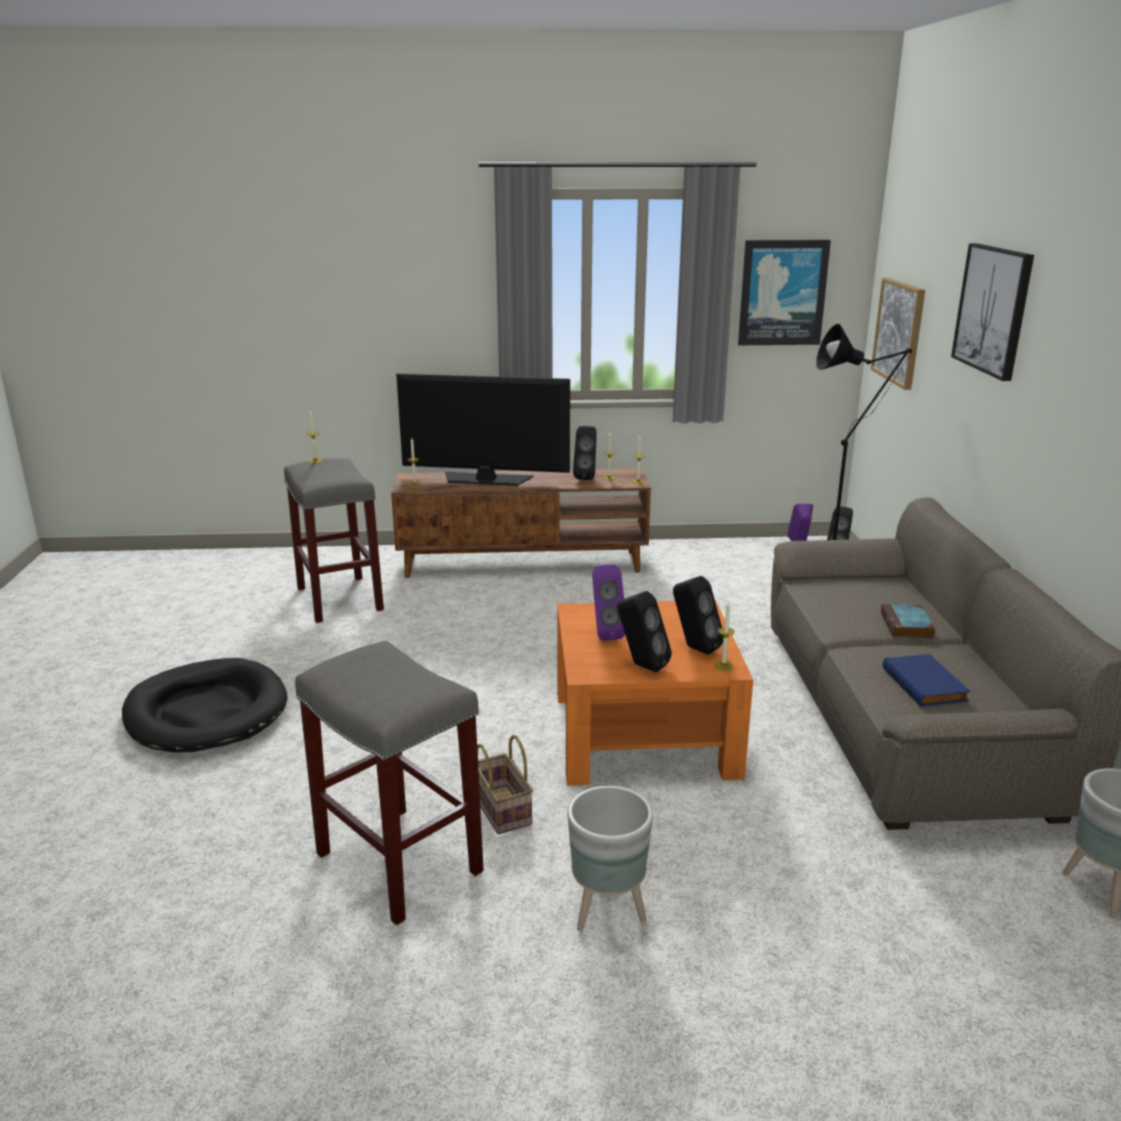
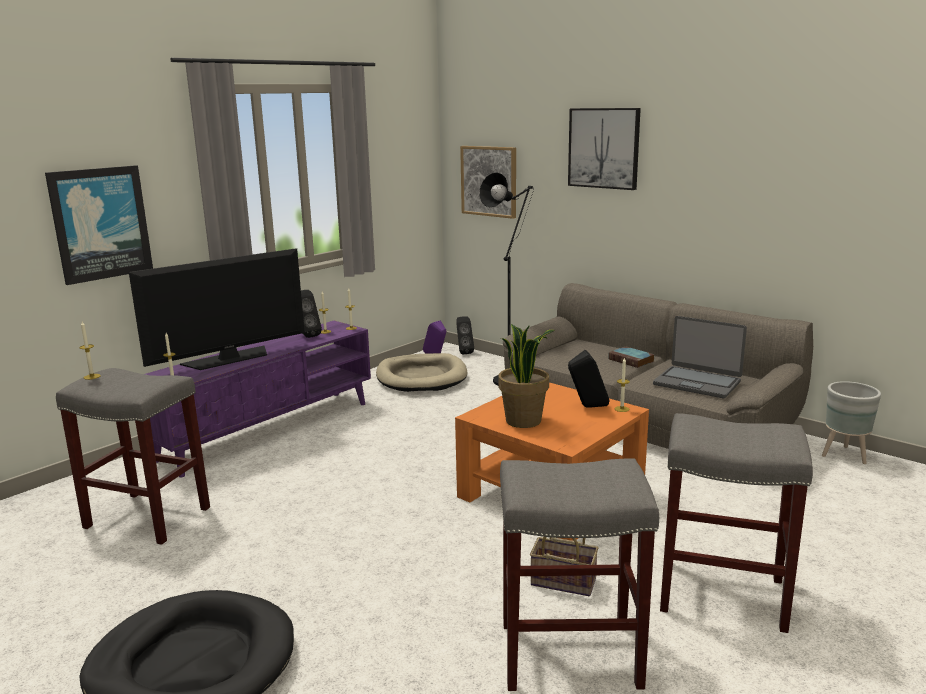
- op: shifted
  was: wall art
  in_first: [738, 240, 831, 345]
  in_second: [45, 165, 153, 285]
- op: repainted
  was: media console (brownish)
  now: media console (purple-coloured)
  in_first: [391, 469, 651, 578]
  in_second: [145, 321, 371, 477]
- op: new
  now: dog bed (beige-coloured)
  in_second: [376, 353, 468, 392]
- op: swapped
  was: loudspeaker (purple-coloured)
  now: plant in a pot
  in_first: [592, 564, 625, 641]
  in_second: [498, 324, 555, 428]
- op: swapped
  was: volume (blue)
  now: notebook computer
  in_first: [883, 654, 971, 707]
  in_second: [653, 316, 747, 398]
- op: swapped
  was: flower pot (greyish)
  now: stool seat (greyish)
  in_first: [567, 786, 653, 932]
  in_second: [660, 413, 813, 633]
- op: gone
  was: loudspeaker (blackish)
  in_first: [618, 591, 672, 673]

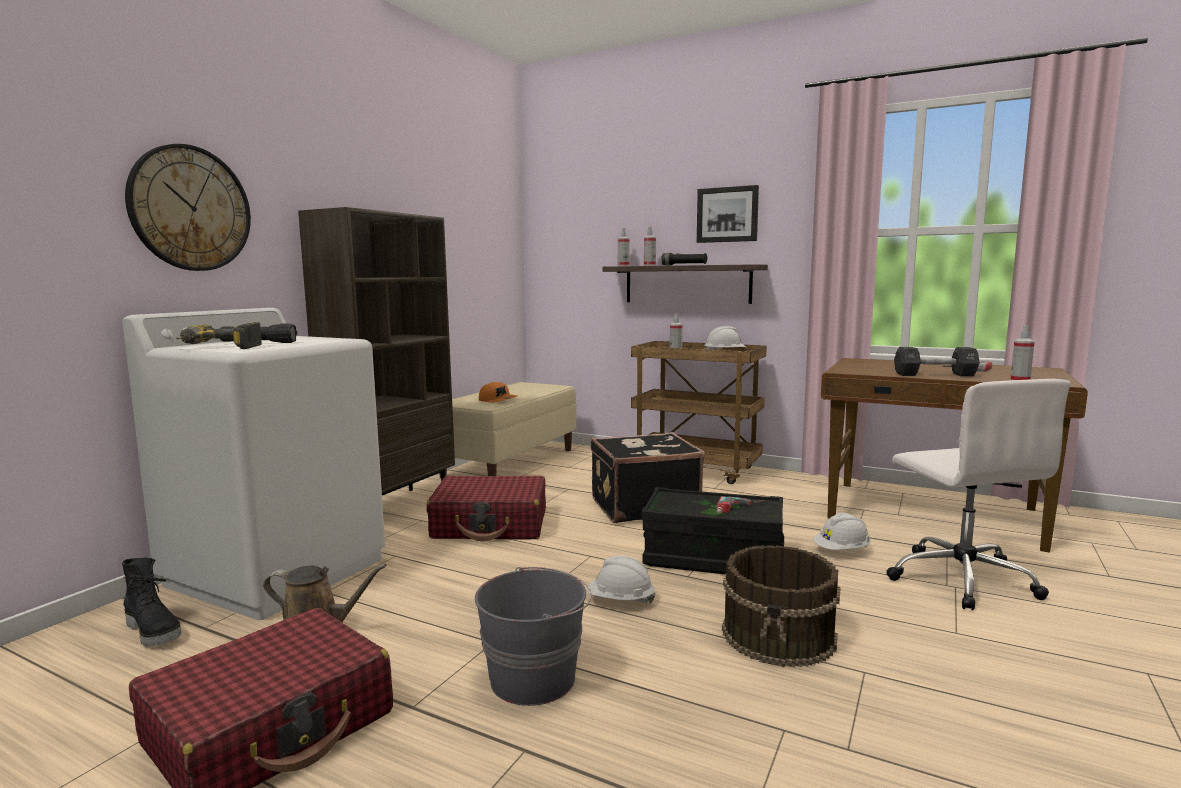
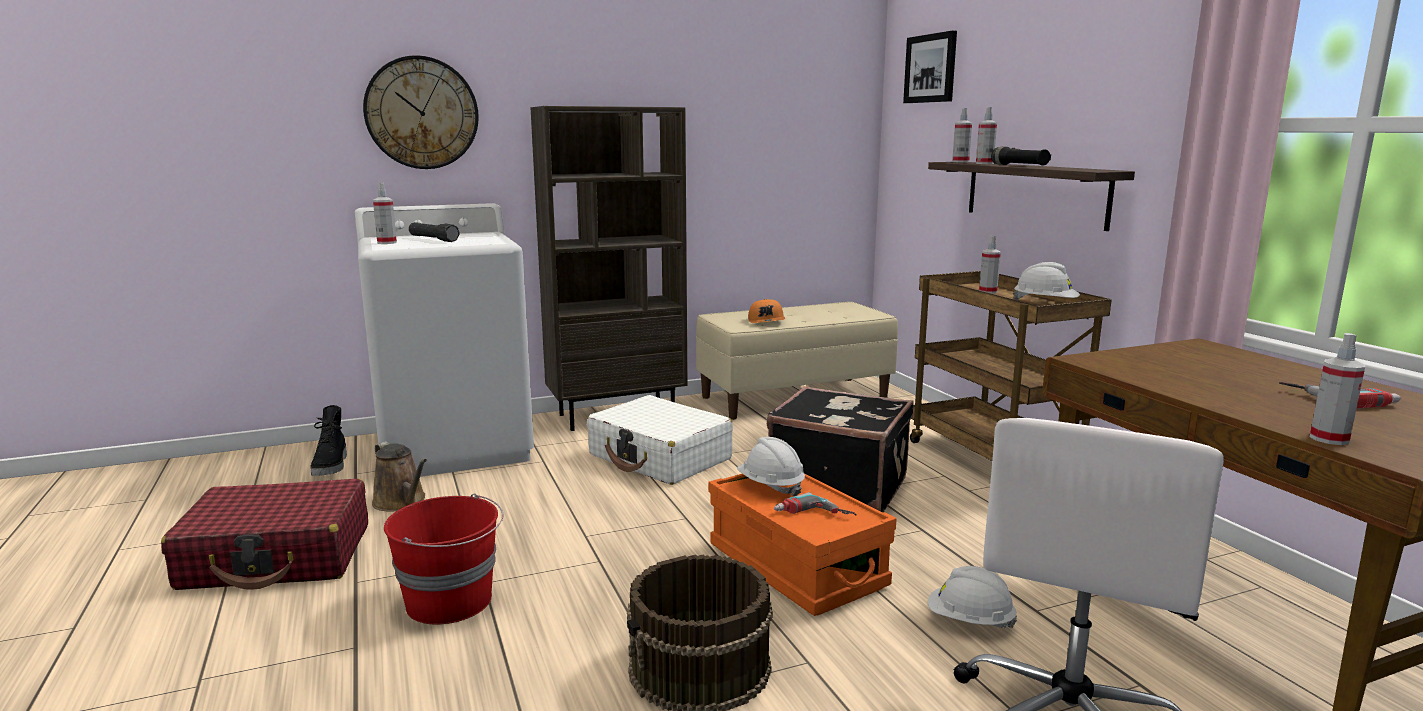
- op: swapped
  was: drill
  now: hand sprayer
  in_first: [176, 322, 262, 349]
  in_second: [373, 183, 397, 244]
- op: repainted
  was: pail (greyish)
  now: pail (red-coloured)
  in_first: [475, 567, 592, 706]
  in_second: [384, 494, 503, 625]
- op: repainted
  was: travel case (red-coloured)
  now: travel case (white-coloured)
  in_first: [426, 476, 546, 541]
  in_second: [587, 395, 733, 485]
- op: repainted
  was: storage container (blackish)
  now: storage container (orange-coloured)
  in_first: [641, 487, 784, 575]
  in_second: [708, 473, 897, 616]
- op: shifted
  was: hard hat (white-coloured)
  in_first: [587, 556, 656, 603]
  in_second: [737, 437, 805, 496]
- op: shifted
  was: wall art
  in_first: [697, 185, 759, 243]
  in_second: [903, 30, 957, 103]
- op: gone
  was: hand weight (blackish)
  in_first: [894, 347, 980, 377]

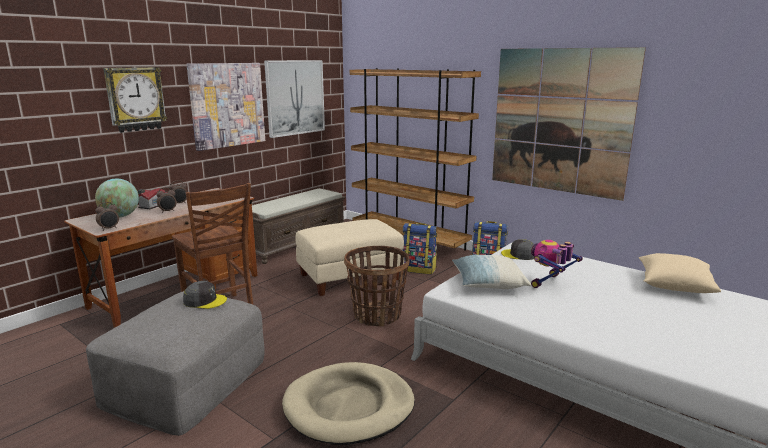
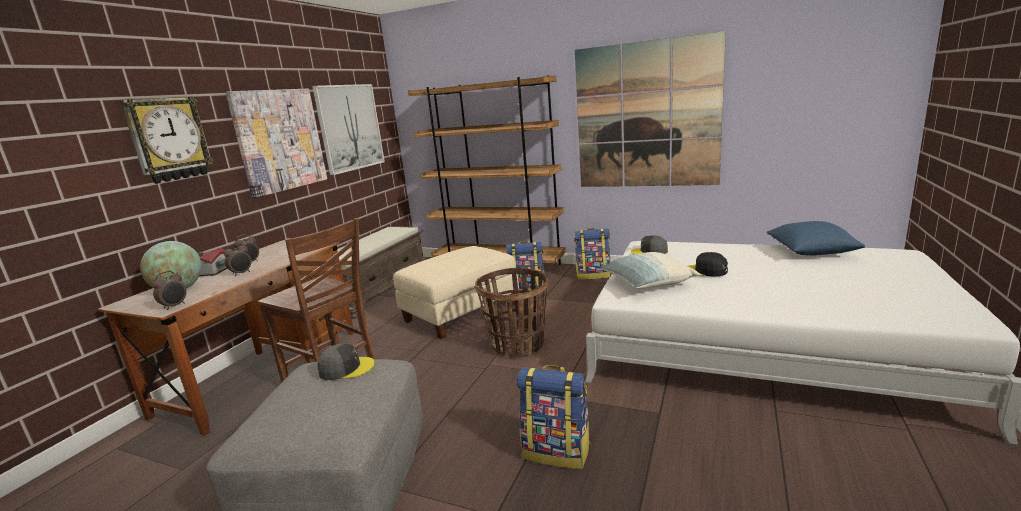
- op: swapped
  was: dog bed (beige-coloured)
  now: knapsack
  in_first: [282, 362, 415, 445]
  in_second: [517, 365, 591, 469]
- op: swapped
  was: robot figure
  now: peaked cap (blackish)
  in_first: [531, 240, 583, 288]
  in_second: [689, 252, 728, 276]
- op: repainted
  was: pillow (beige-coloured)
  now: pillow (blue)
  in_first: [639, 253, 721, 293]
  in_second: [767, 221, 865, 256]

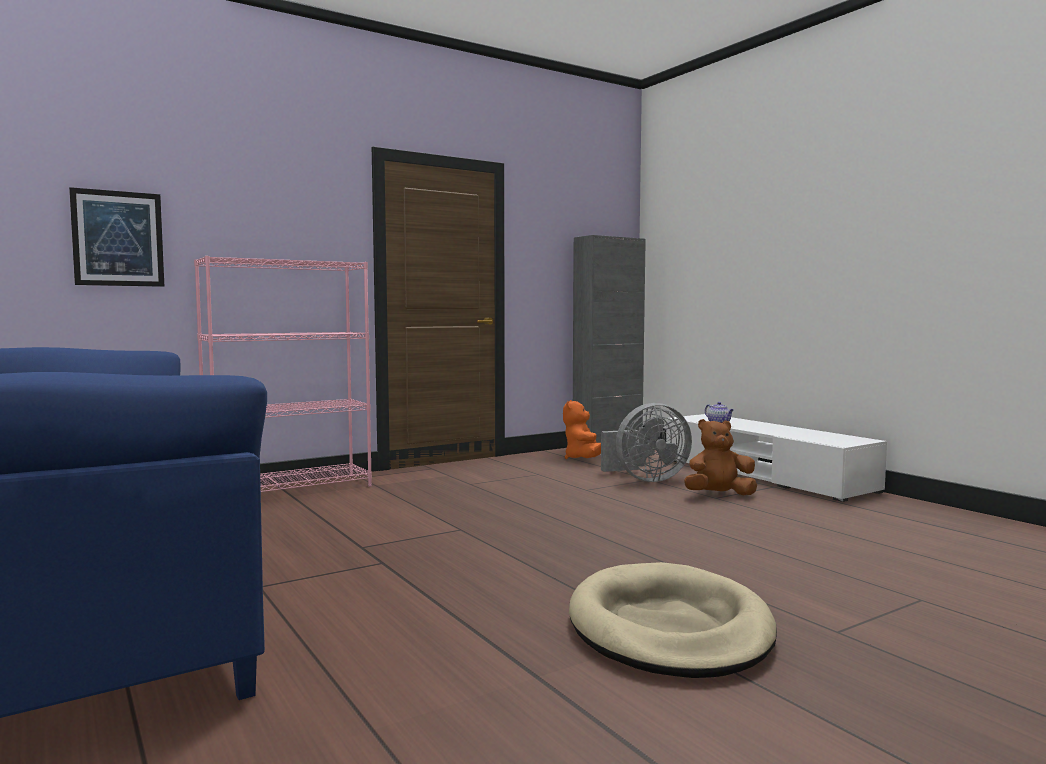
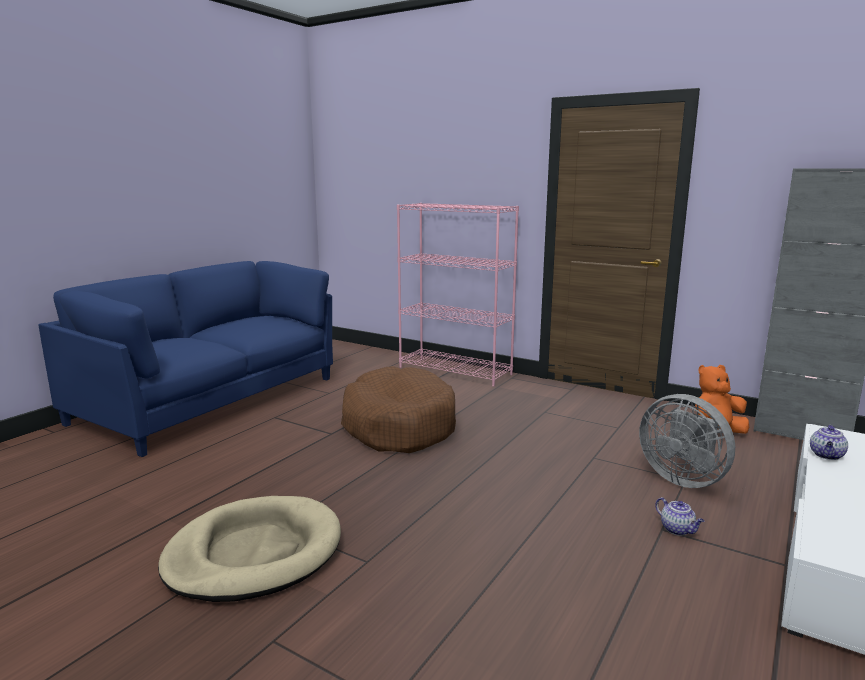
- op: new
  now: dog bed (brownish)
  in_second: [341, 366, 456, 453]
- op: swapped
  was: cuddly toy (brownish)
  now: teapot
  in_first: [684, 419, 757, 495]
  in_second: [655, 497, 704, 535]
- op: gone
  was: wall art
  in_first: [69, 187, 164, 287]

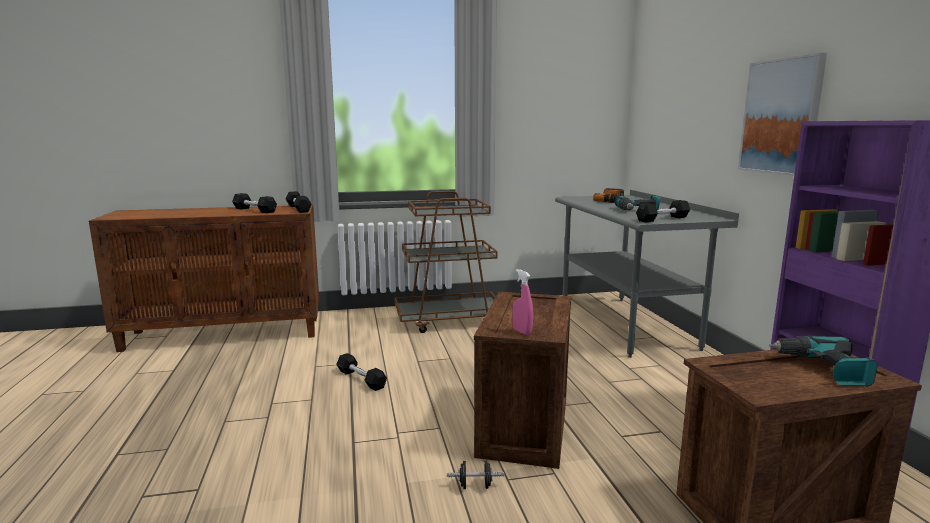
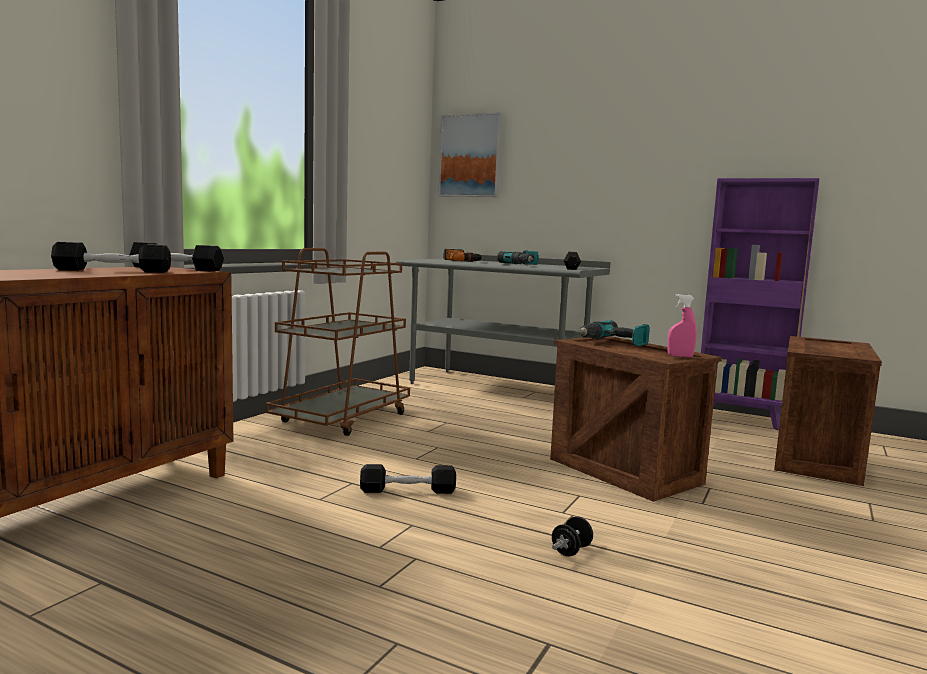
- op: shifted
  was: wall art
  in_first: [738, 53, 827, 176]
  in_second: [438, 112, 502, 197]
- op: shifted
  was: hand weight (blackish)
  in_first: [447, 461, 504, 489]
  in_second: [552, 516, 593, 556]
- op: shifted
  was: drill
  in_first: [769, 336, 877, 387]
  in_second: [579, 320, 650, 346]

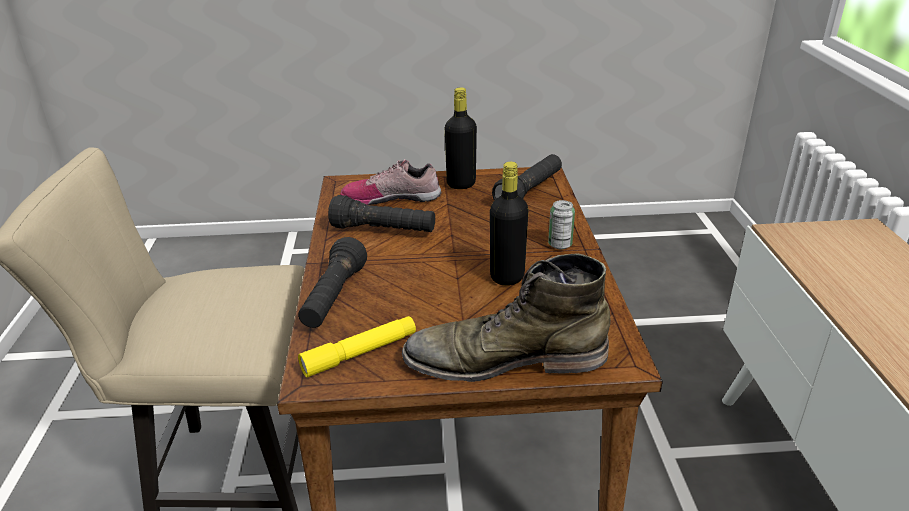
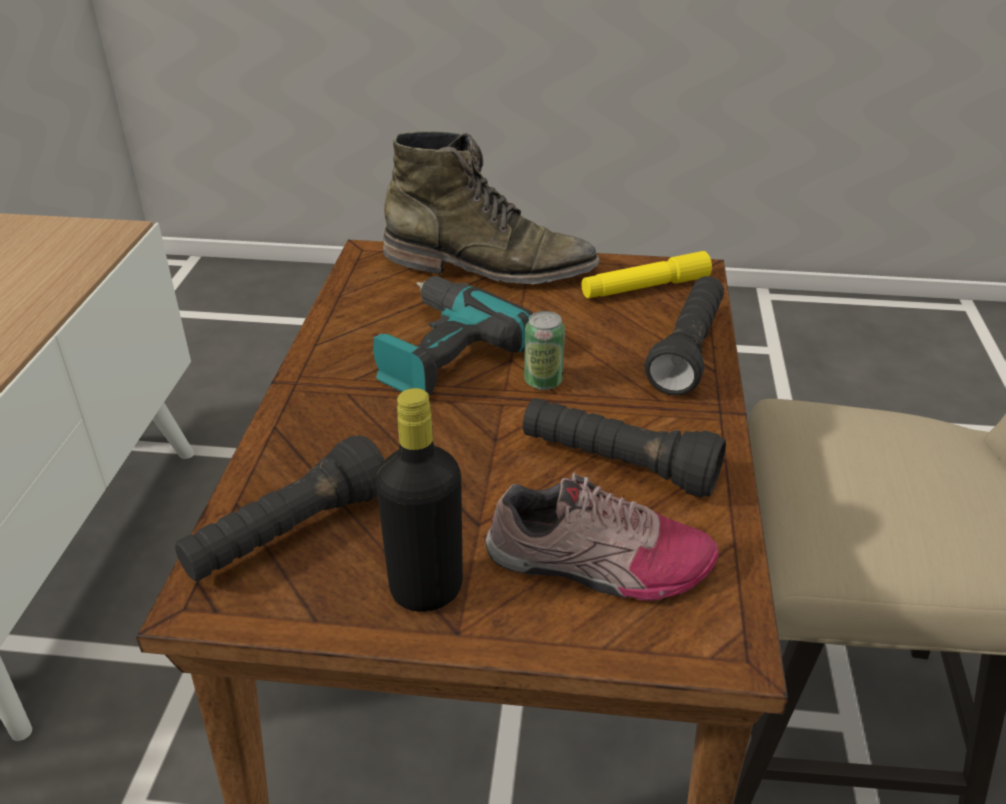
- op: swapped
  was: drink bottle (blackish)
  now: drill
  in_first: [490, 162, 529, 286]
  in_second: [373, 276, 533, 396]
- op: shifted
  was: metal can
  in_first: [548, 200, 575, 249]
  in_second: [524, 311, 565, 390]

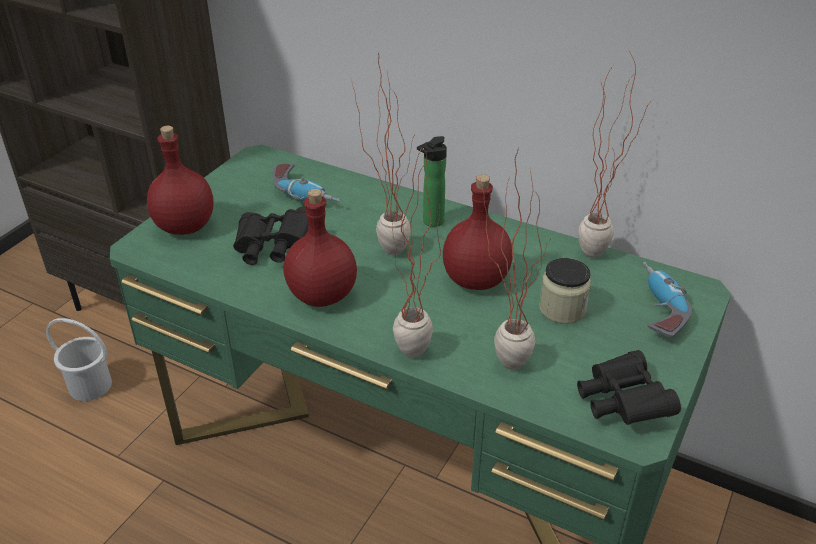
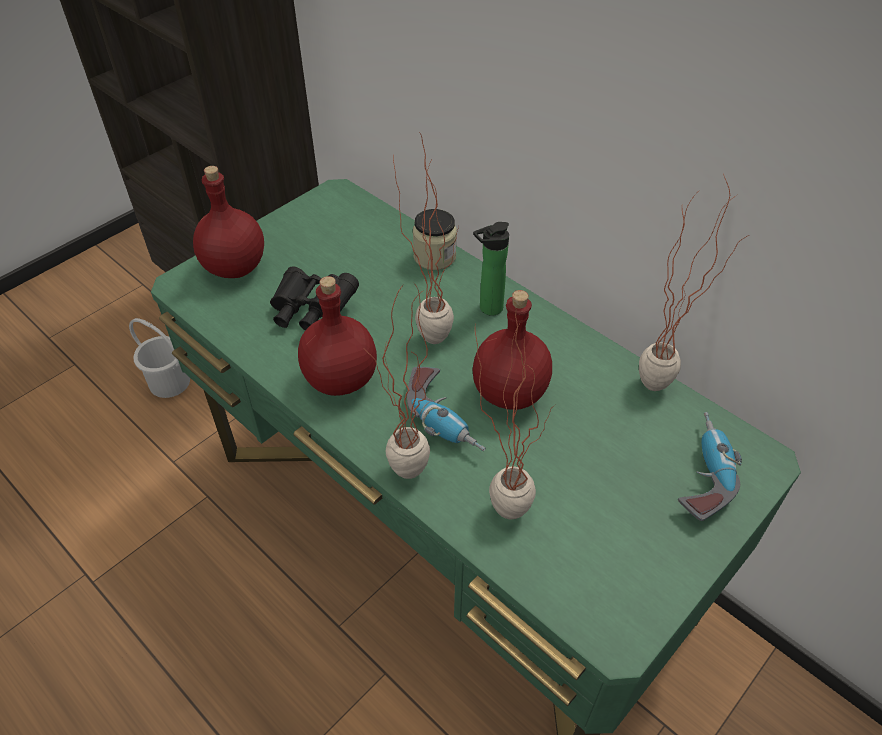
- op: shifted
  was: drill
  in_first: [273, 164, 341, 202]
  in_second: [407, 367, 486, 451]
- op: shifted
  was: storage jar
  in_first: [539, 258, 591, 324]
  in_second: [413, 209, 457, 270]
- op: gone
  was: pair of binoculars (blackish)
  in_first: [577, 350, 681, 425]

